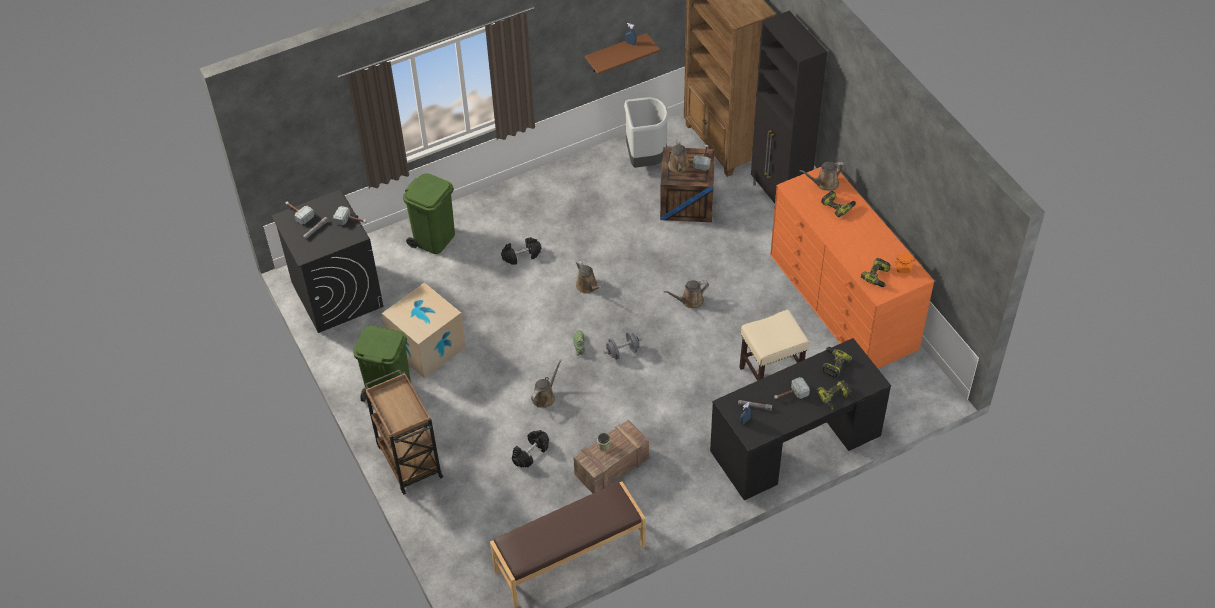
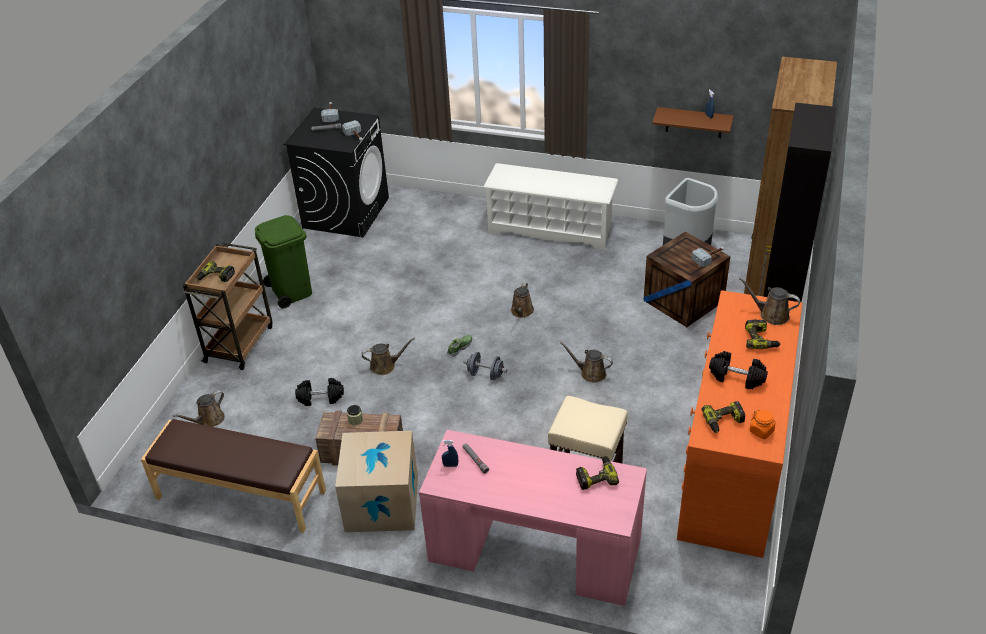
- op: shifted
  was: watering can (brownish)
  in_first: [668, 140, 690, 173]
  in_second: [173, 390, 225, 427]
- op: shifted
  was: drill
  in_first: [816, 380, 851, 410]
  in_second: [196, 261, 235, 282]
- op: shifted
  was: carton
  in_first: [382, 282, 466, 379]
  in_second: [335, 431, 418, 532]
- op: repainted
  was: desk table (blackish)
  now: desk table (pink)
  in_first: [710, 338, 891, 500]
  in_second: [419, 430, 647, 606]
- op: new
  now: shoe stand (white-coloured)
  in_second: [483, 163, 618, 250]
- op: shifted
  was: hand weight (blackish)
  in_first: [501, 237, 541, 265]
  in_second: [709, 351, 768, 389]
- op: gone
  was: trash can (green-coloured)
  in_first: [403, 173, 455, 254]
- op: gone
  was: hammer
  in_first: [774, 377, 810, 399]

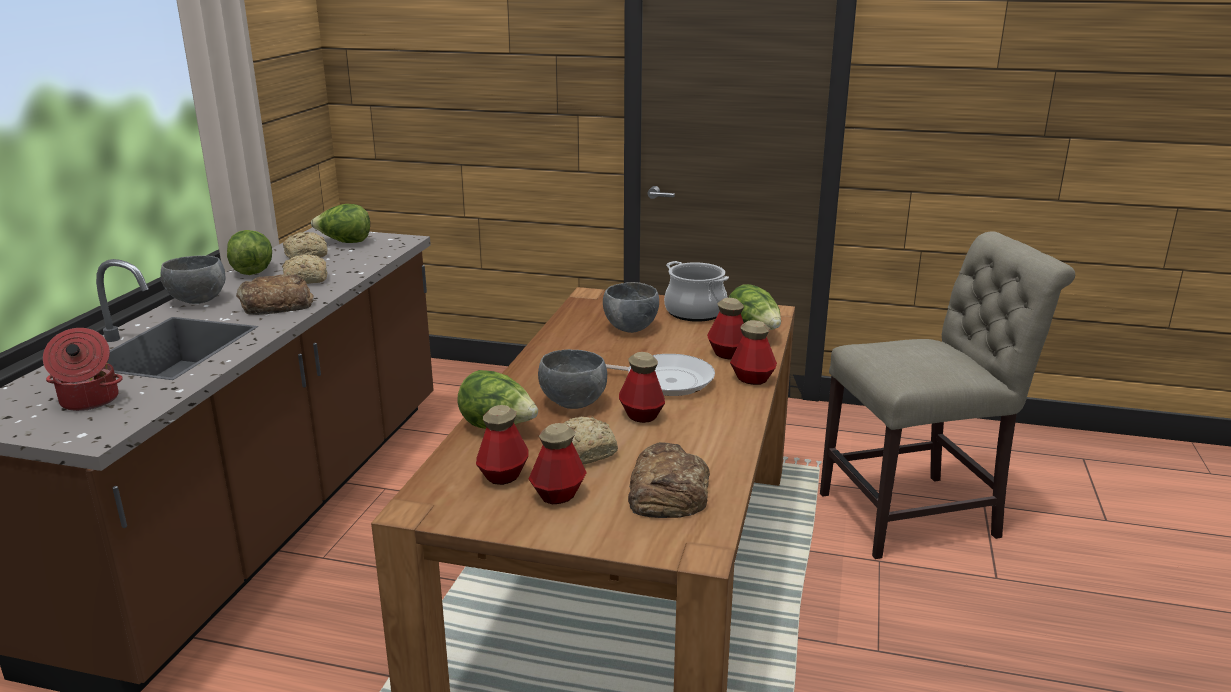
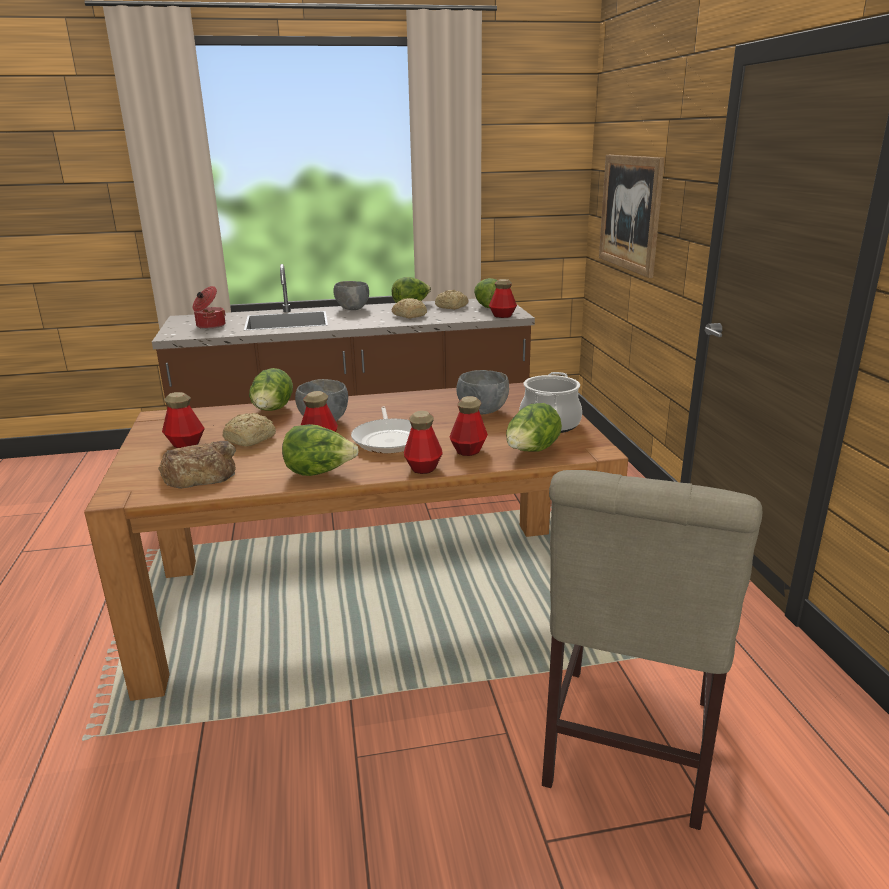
- op: new
  now: head of lettuce
  in_second: [282, 424, 359, 476]
- op: shifted
  was: drink bottle
  in_first: [476, 405, 529, 485]
  in_second: [489, 279, 517, 318]
- op: rotated
  was: plain chair (beige-coloured)
  in_first: [820, 231, 1075, 559]
  in_second: [542, 470, 762, 830]
  clockwise: 60
- op: new
  now: wall art
  in_second: [599, 155, 665, 278]
- op: gone
  was: bread
  in_first: [236, 274, 314, 315]

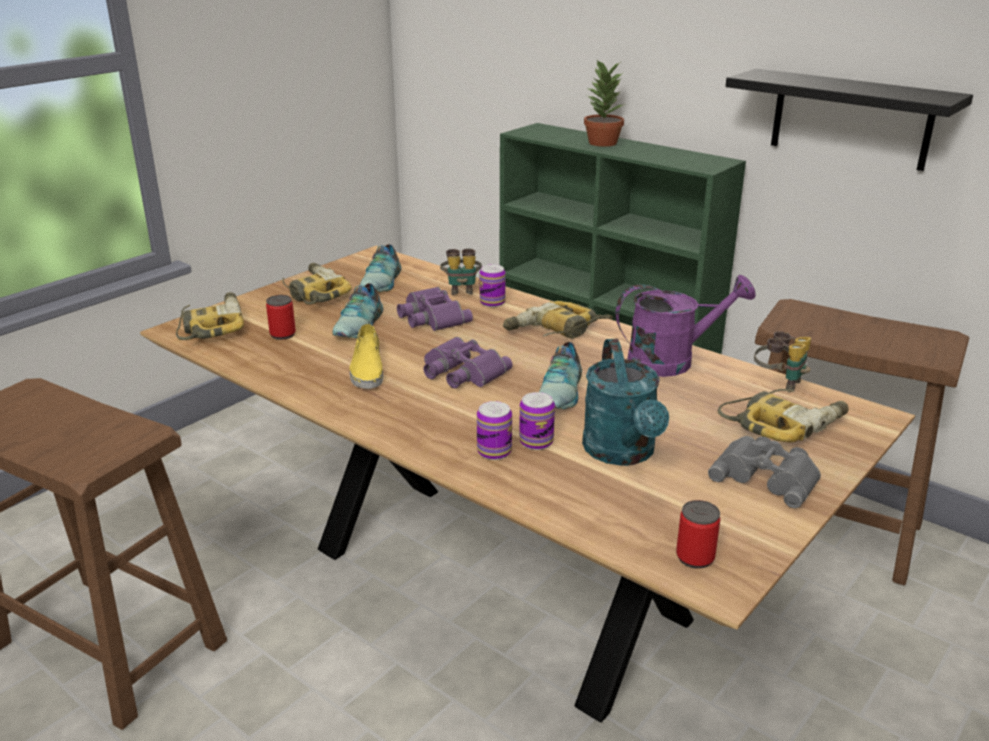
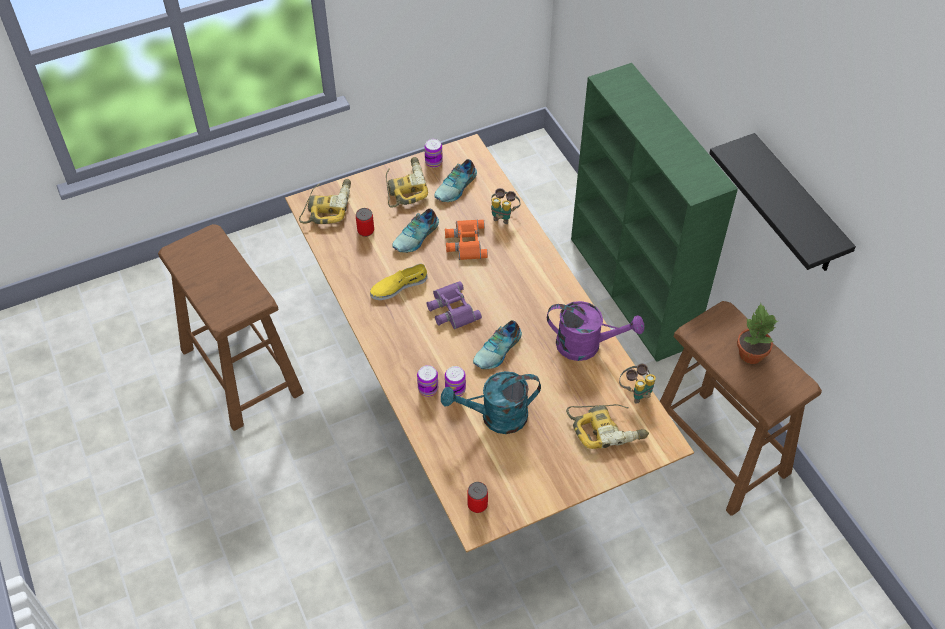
- op: rotated
  was: shoe (yellowish)
  in_first: [349, 324, 383, 389]
  in_second: [370, 264, 427, 300]
  clockwise: 45
- op: shifted
  was: metal can
  in_first: [480, 264, 506, 307]
  in_second: [424, 139, 443, 168]
- op: rotated
  was: watering can (blue-green)
  in_first: [582, 339, 669, 466]
  in_second: [441, 371, 541, 434]
  clockwise: 60
- op: repainted
  was: pair of binoculars (purple-coloured)
  now: pair of binoculars (orange-coloured)
  in_first: [397, 287, 473, 331]
  in_second: [445, 220, 488, 260]
- op: shifted
  was: plant in a pot
  in_first: [584, 60, 625, 147]
  in_second: [737, 304, 778, 364]
- op: gone
  was: drill
  in_first: [503, 301, 613, 339]
- op: gone
  was: pair of binoculars (greyish)
  in_first: [708, 436, 821, 508]

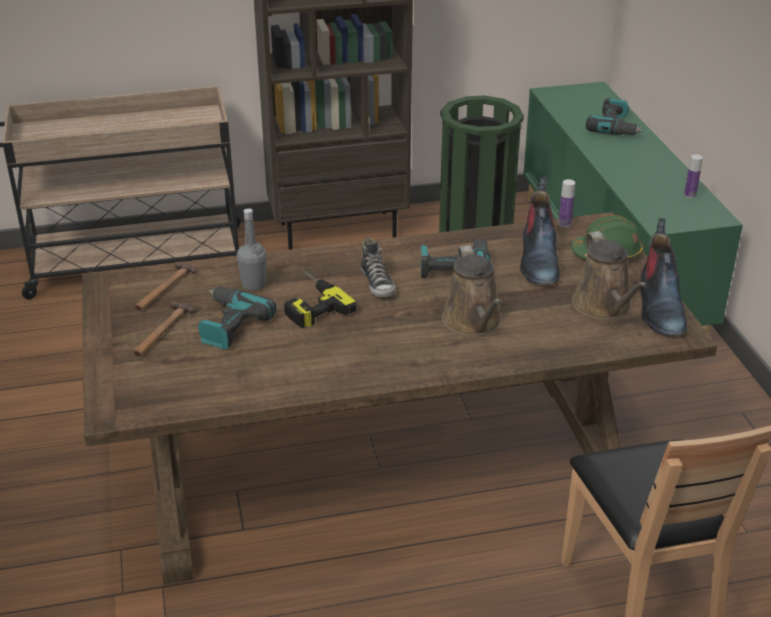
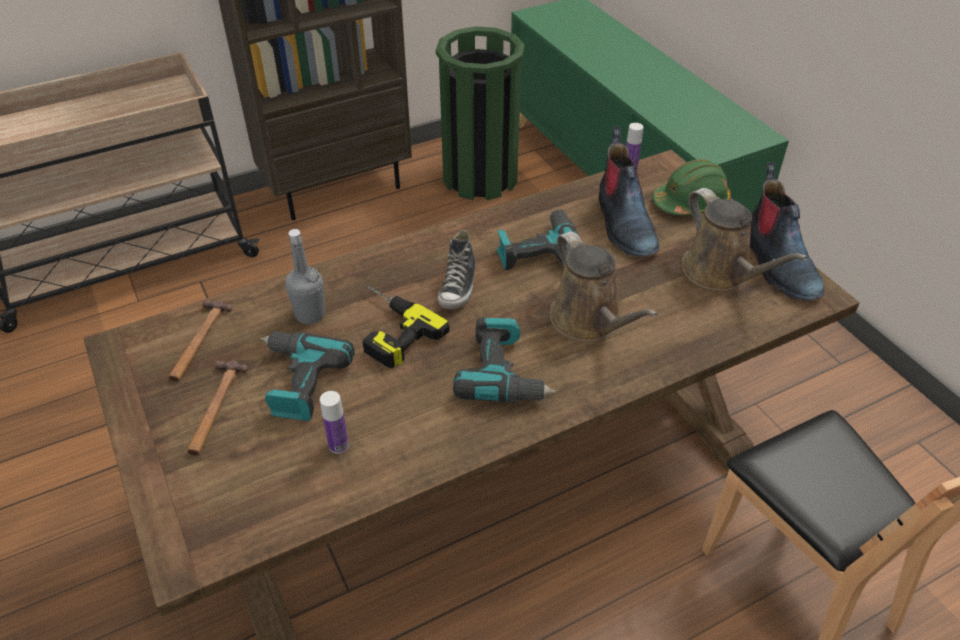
- op: shifted
  was: drink bottle
  in_first: [684, 154, 703, 198]
  in_second: [320, 391, 349, 454]
- op: rotated
  was: shoe
  in_first: [361, 237, 396, 297]
  in_second: [438, 230, 476, 309]
  clockwise: 45
- op: shifted
  was: drill
  in_first: [586, 98, 643, 135]
  in_second: [453, 317, 555, 402]

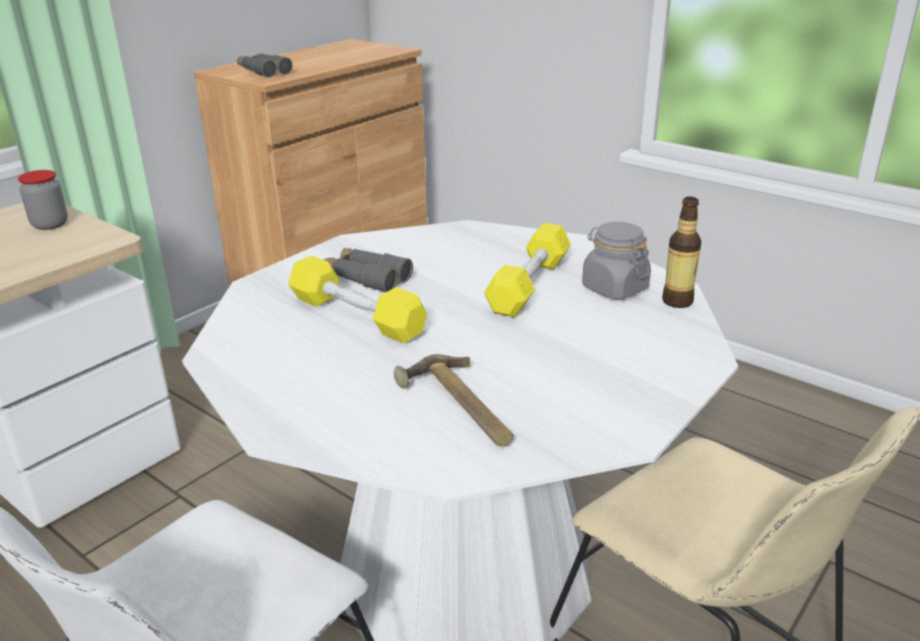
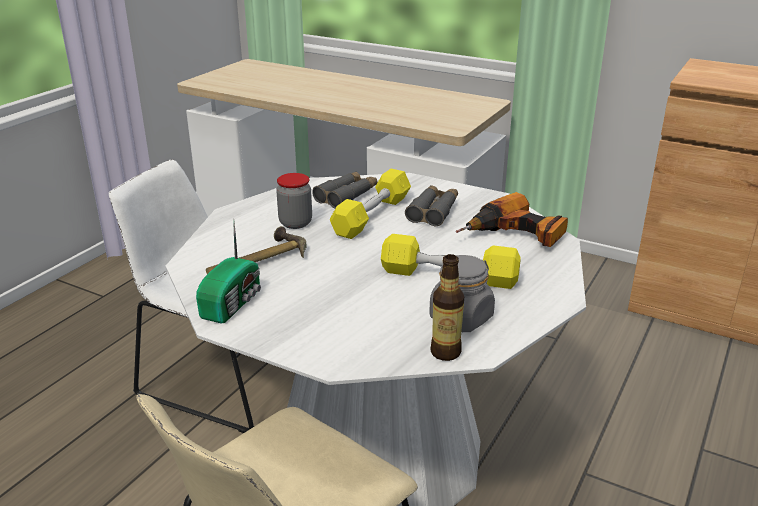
- op: new
  now: radio set
  in_second: [196, 219, 261, 324]
- op: shifted
  was: storage jar
  in_first: [18, 170, 68, 230]
  in_second: [276, 173, 312, 229]
- op: shifted
  was: pair of binoculars (greyish)
  in_first: [237, 54, 293, 78]
  in_second: [312, 172, 378, 208]
- op: new
  now: drill
  in_second: [456, 192, 568, 247]

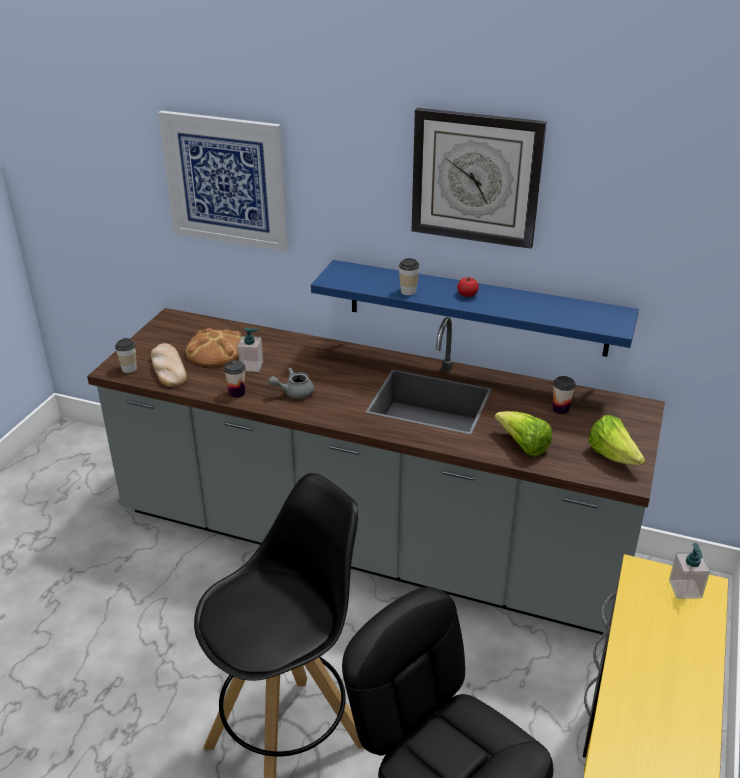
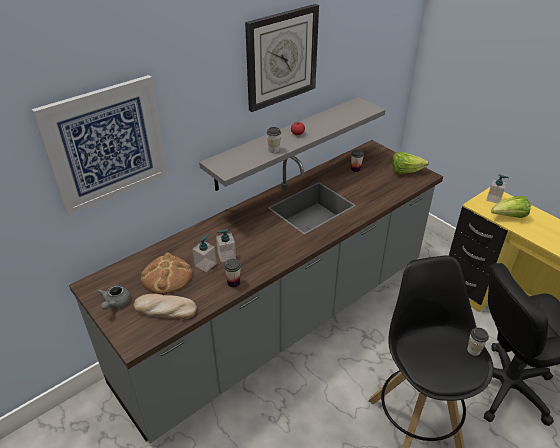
- op: shifted
  was: teapot (greyish)
  in_first: [268, 368, 314, 399]
  in_second: [97, 284, 130, 309]
- op: repainted
  was: bracket shelf (blue)
  now: bracket shelf (greyish)
  in_first: [311, 260, 639, 357]
  in_second: [199, 97, 386, 191]
- op: new
  now: soap bottle
  in_second: [216, 229, 236, 263]
- op: shifted
  was: small cup
  in_first: [115, 338, 137, 373]
  in_second: [467, 328, 489, 356]
- op: shifted
  was: head of lettuce
  in_first: [495, 411, 552, 457]
  in_second: [491, 196, 531, 218]

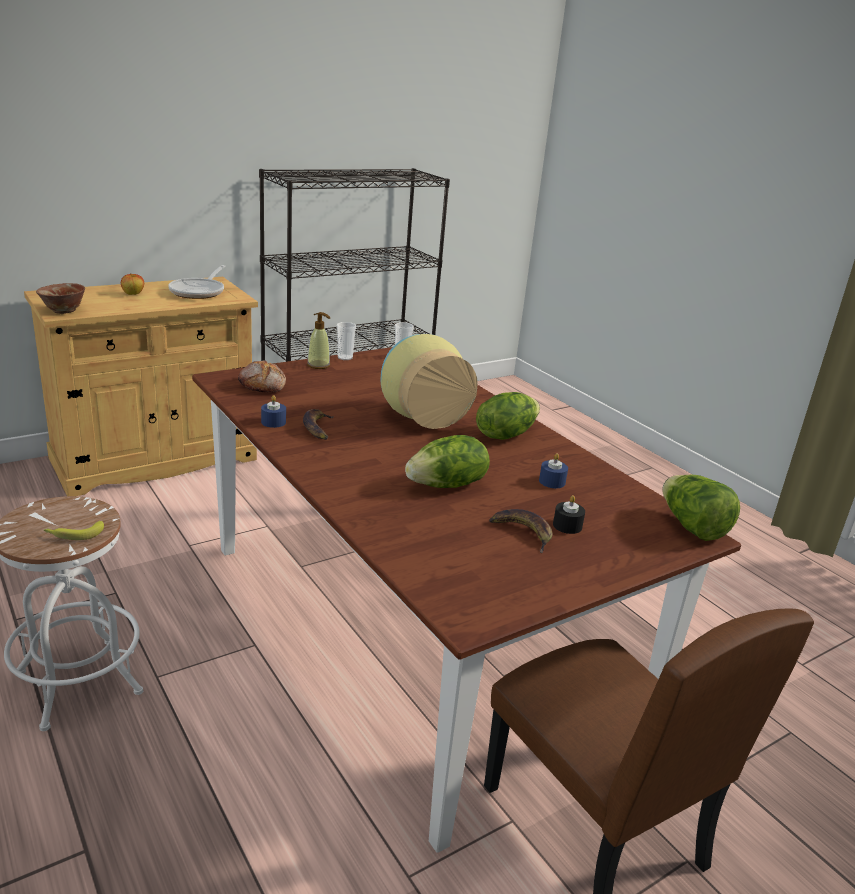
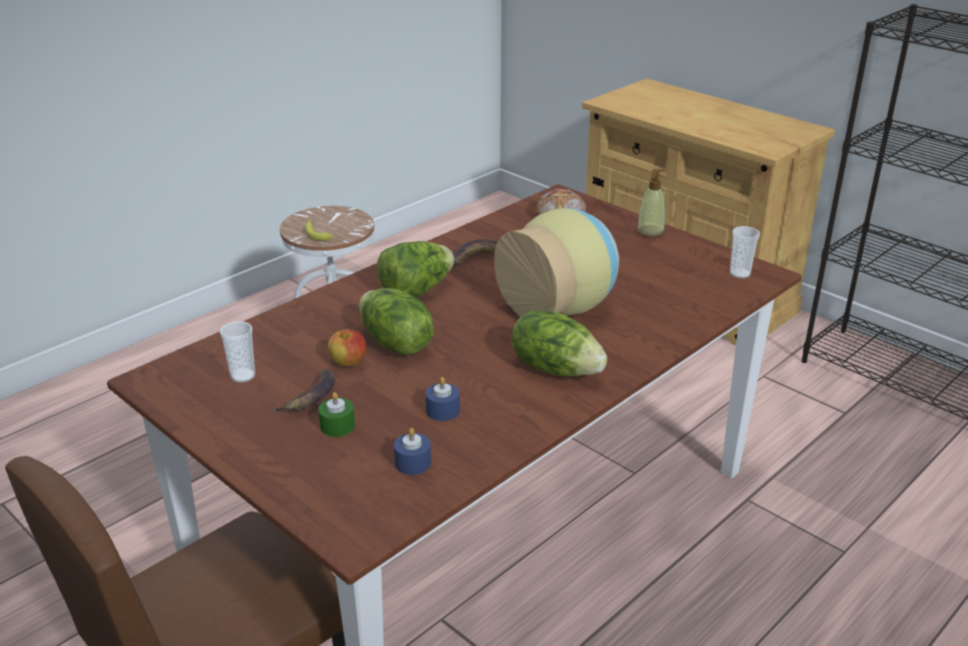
- op: shifted
  was: small cup
  in_first: [337, 322, 356, 360]
  in_second: [220, 321, 255, 383]
- op: repainted
  was: wax light (blackish)
  now: wax light (green-coloured)
  in_first: [553, 495, 585, 534]
  in_second: [318, 392, 355, 437]
- op: shifted
  was: whole apple
  in_first: [121, 273, 144, 295]
  in_second: [328, 329, 366, 366]
- op: shifted
  was: head of lettuce
  in_first: [662, 475, 740, 541]
  in_second: [376, 241, 455, 298]
- op: shifted
  was: wax light (blue)
  in_first: [261, 395, 286, 428]
  in_second: [394, 428, 431, 475]
- op: gone
  was: serving bowl
  in_first: [36, 283, 85, 314]
- op: gone
  was: skillet
  in_first: [168, 265, 226, 299]

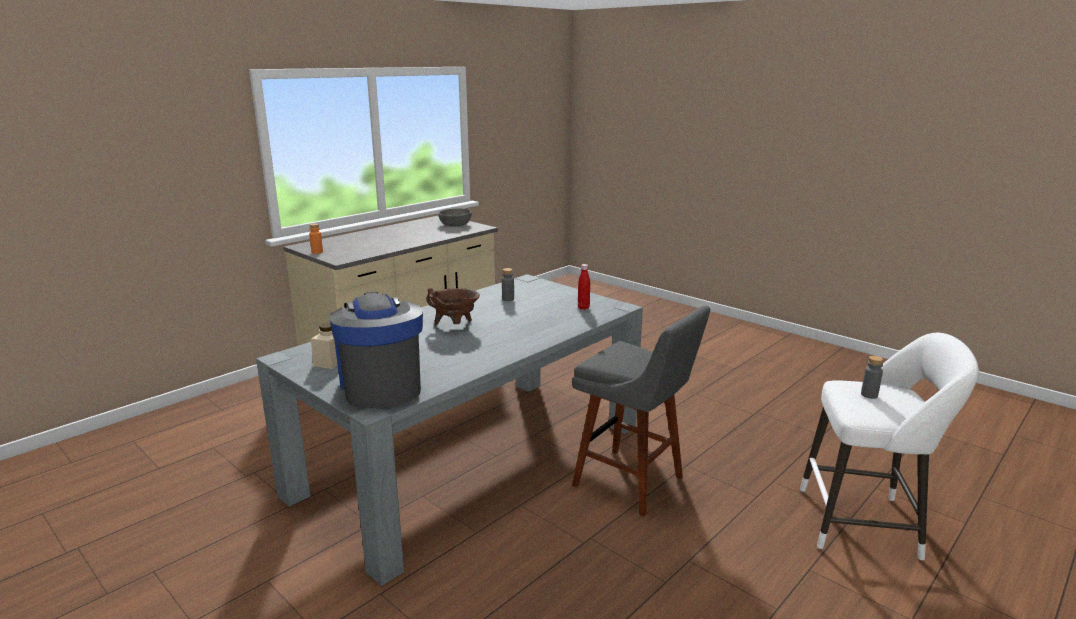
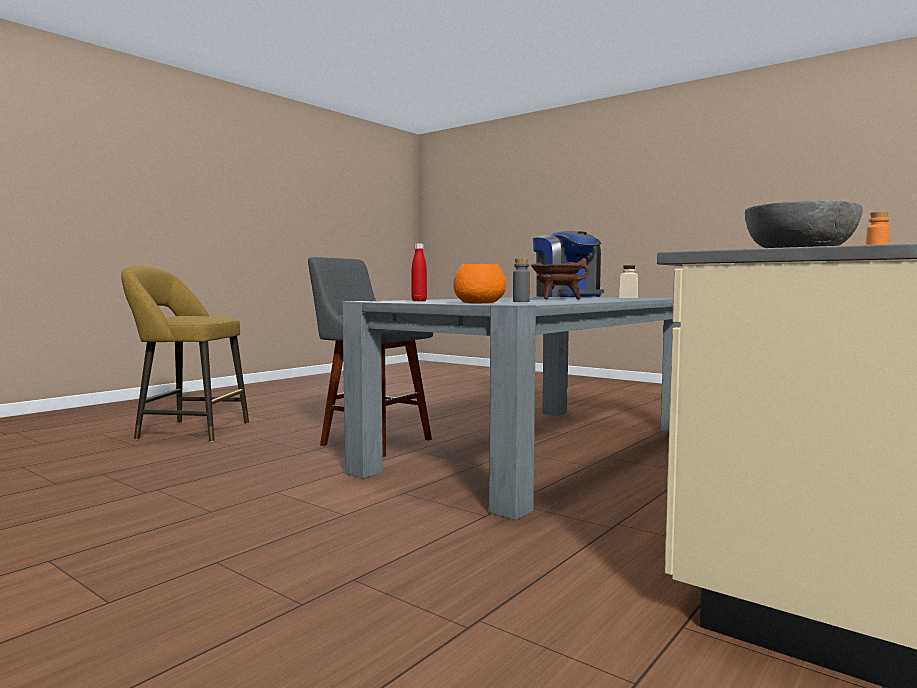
- op: repainted
  was: stool seat (white-coloured)
  now: stool seat (yellowish)
  in_first: [800, 333, 979, 561]
  in_second: [121, 266, 249, 442]
- op: new
  now: serving bowl (orange-coloured)
  in_second: [454, 264, 506, 304]
- op: gone
  was: drink bottle (greyish)
  in_first: [861, 356, 883, 399]

